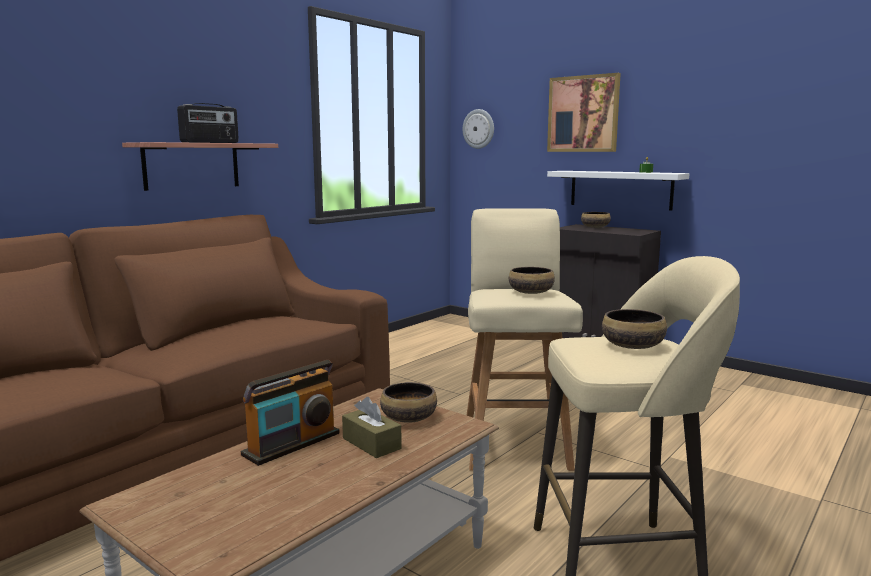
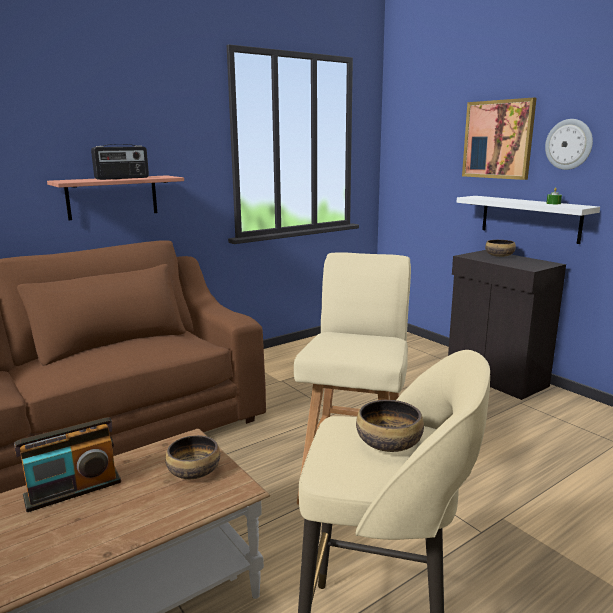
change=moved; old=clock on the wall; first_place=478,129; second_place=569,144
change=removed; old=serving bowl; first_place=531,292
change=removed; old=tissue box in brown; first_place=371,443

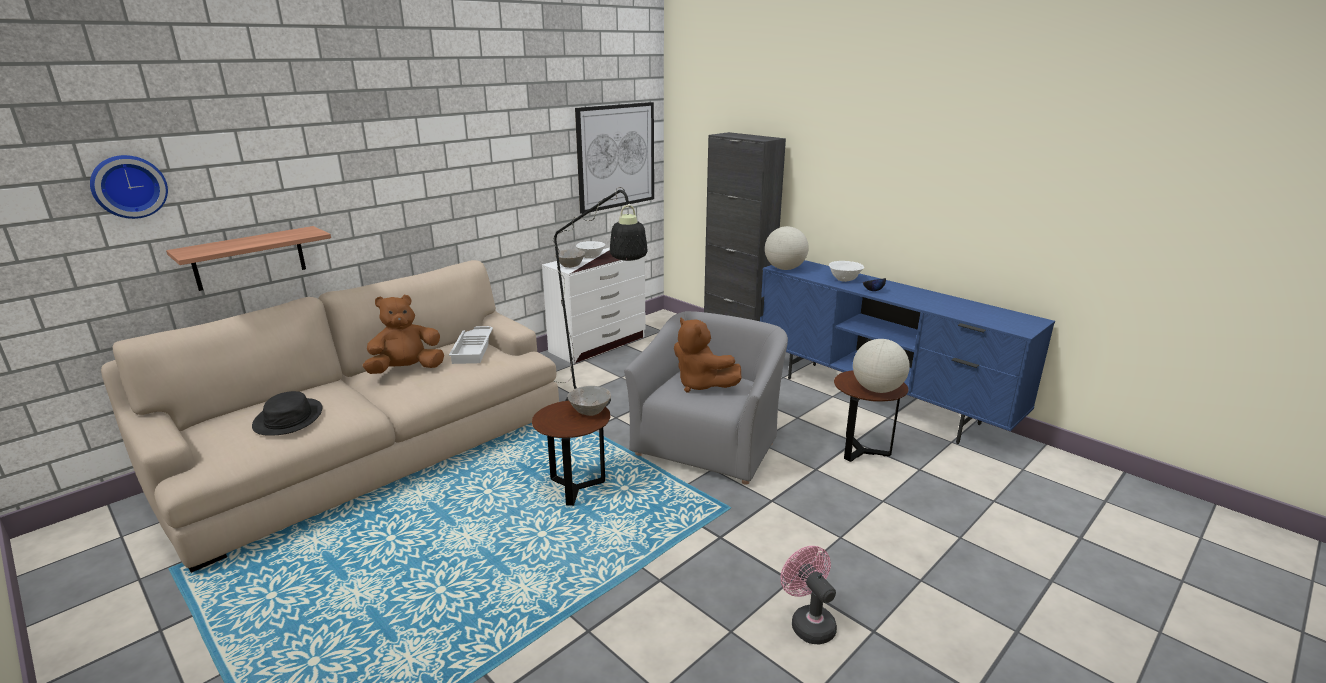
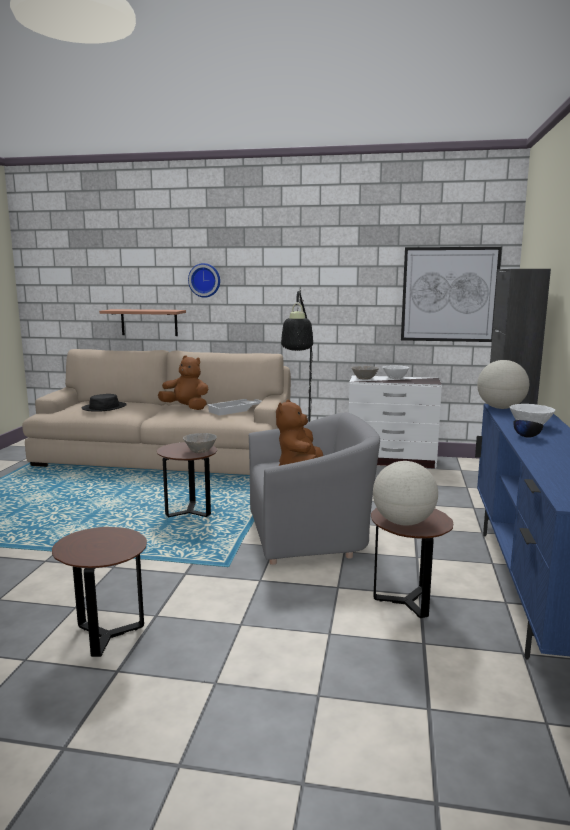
change=moved; old=clock on the wall; first_place=128,186; second_place=205,280
change=replaced; old=cooling fan in pink; new=side table in brown; first_place=808,622; second_place=107,636

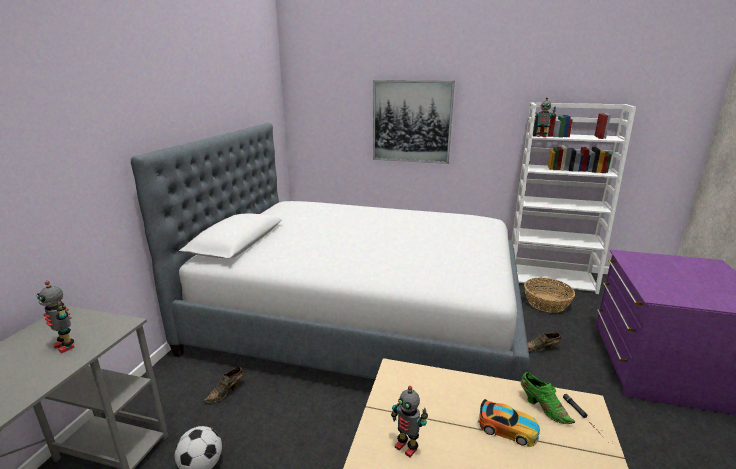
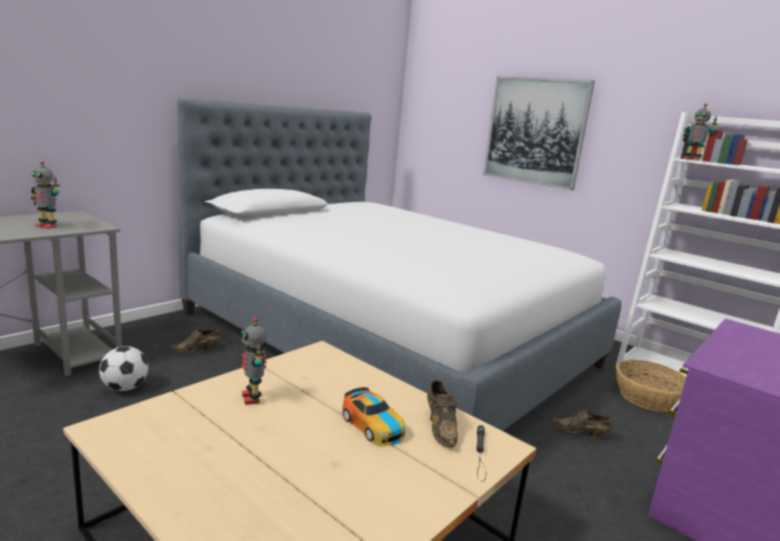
change=turned; old=model robot; first_place=66,346; second_place=47,226; degrees=-45
change=recoloured; old=shoe in green-coloured; new=shoe in brown; first_place=542,407; second_place=440,427

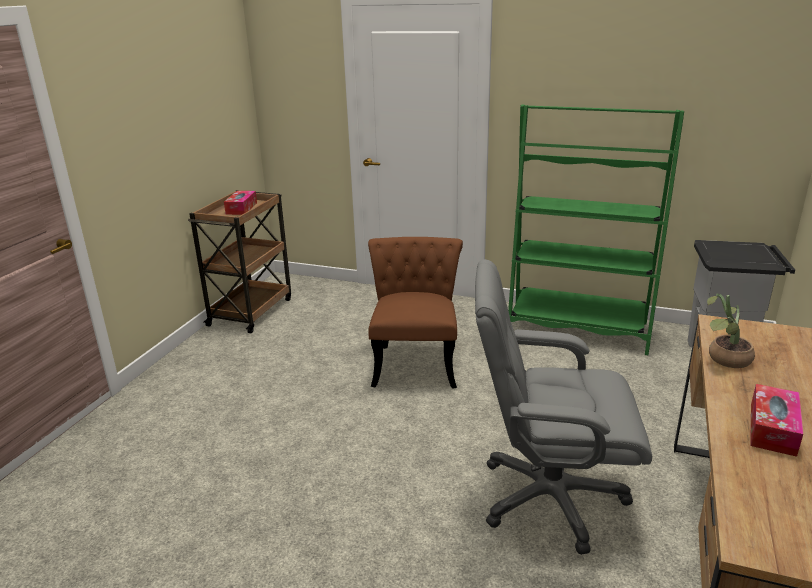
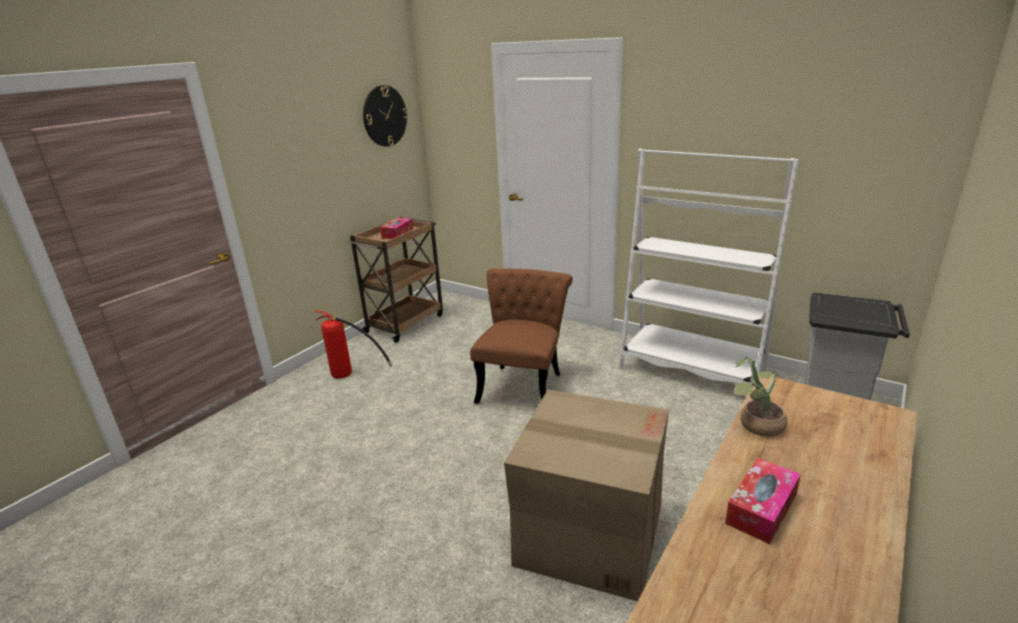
change=recoloured; old=bookshelf in green-coloured; new=bookshelf in white-coloured; first_place=577,329; second_place=691,370
change=replaced; old=desk chair in gray; new=packing box; first_place=549,497; second_place=588,534
change=added; new=clock on the wall; second_place=384,116
change=added; new=extinguisher; second_place=352,376

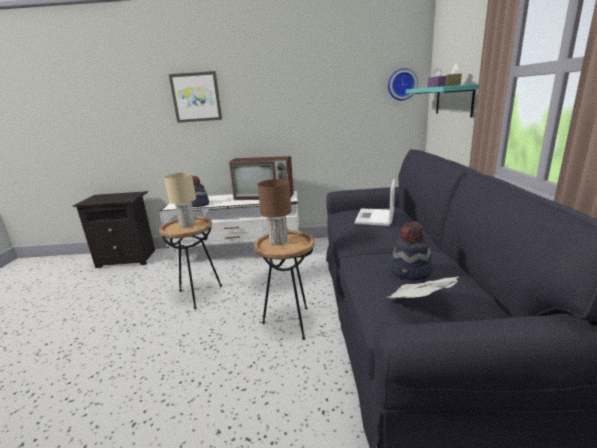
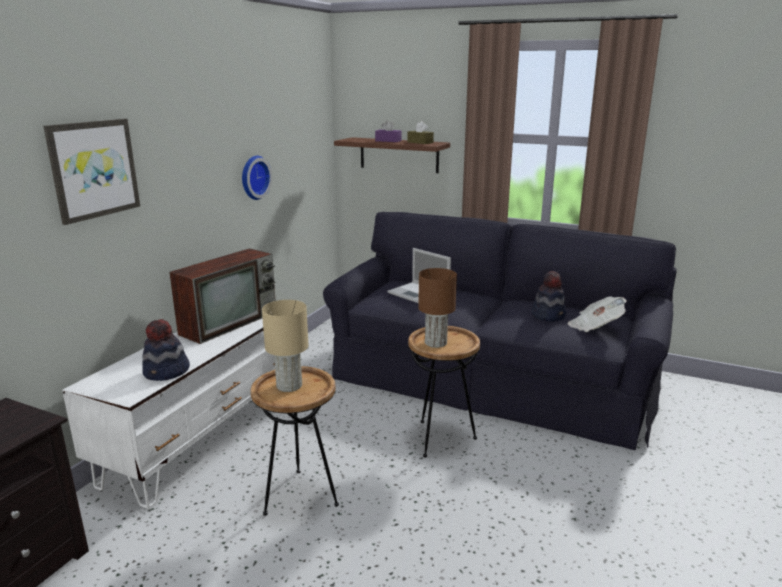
change=moved; old=clock on the wall; first_place=401,84; second_place=253,177
change=recoloured; old=wall shelf in turquoise; new=wall shelf in brown; first_place=454,100; second_place=399,155

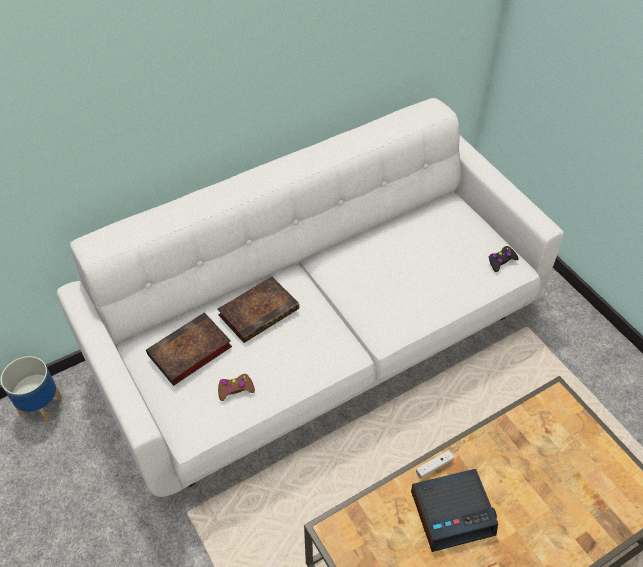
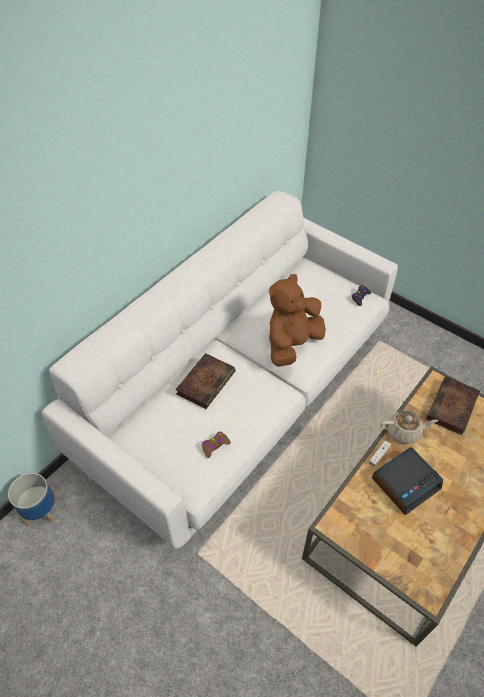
change=moved; old=volume; first_place=188,352; second_place=452,408
change=added; new=soft toy in brown; second_place=292,344
change=added; new=tea pot in beige; second_place=404,432

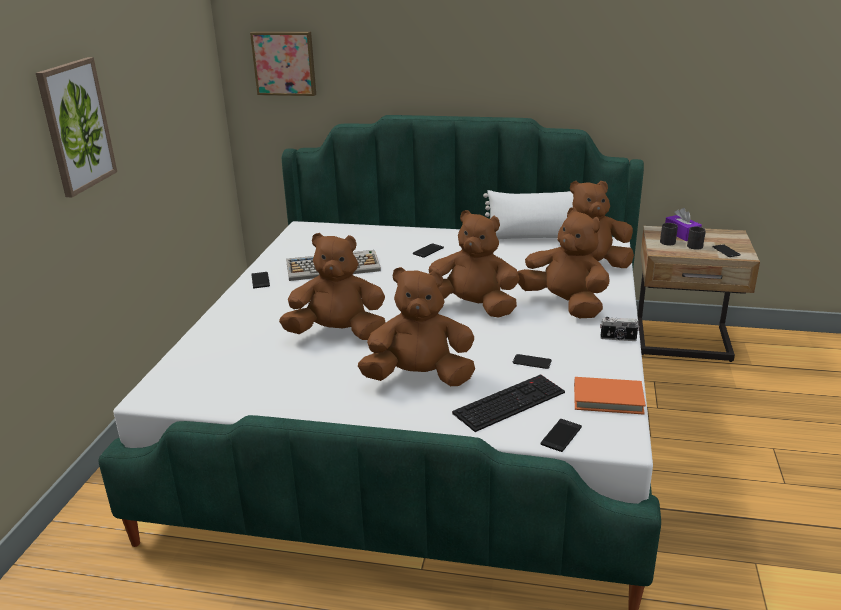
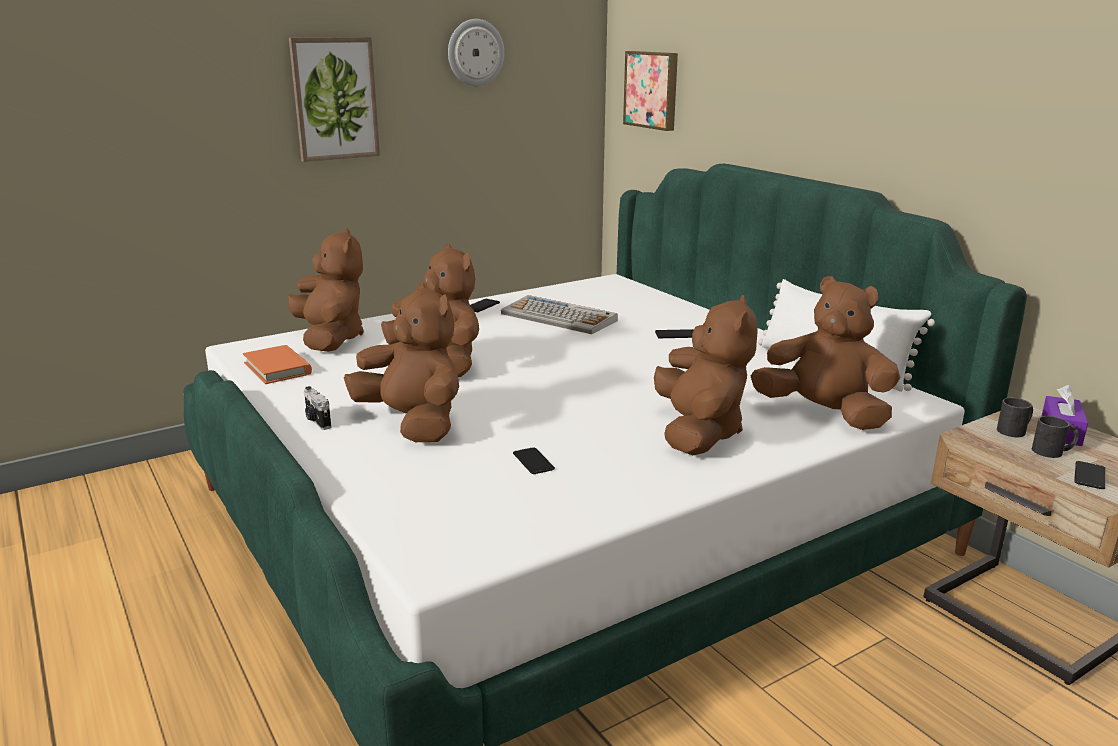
change=moved; old=soft toy in brown; first_place=472,307; second_place=330,339
change=moved; old=photo camera; first_place=618,339; second_place=317,421
change=removed; old=computer keyboard; first_place=509,402
change=moved; old=volume in orange; first_place=608,399; second_place=277,368
change=removed; old=handset; first_place=561,435
change=added; new=clock on the wall; second_place=475,52

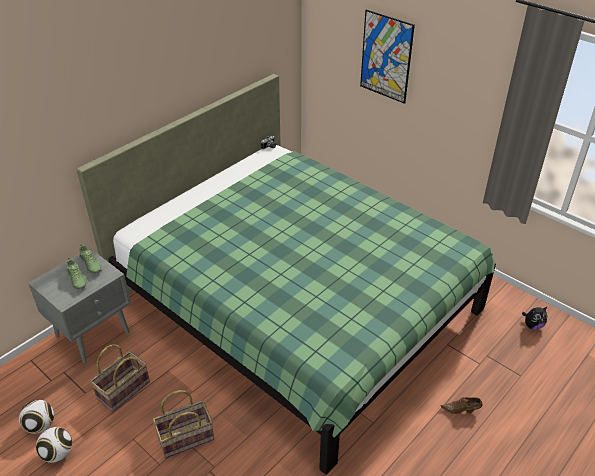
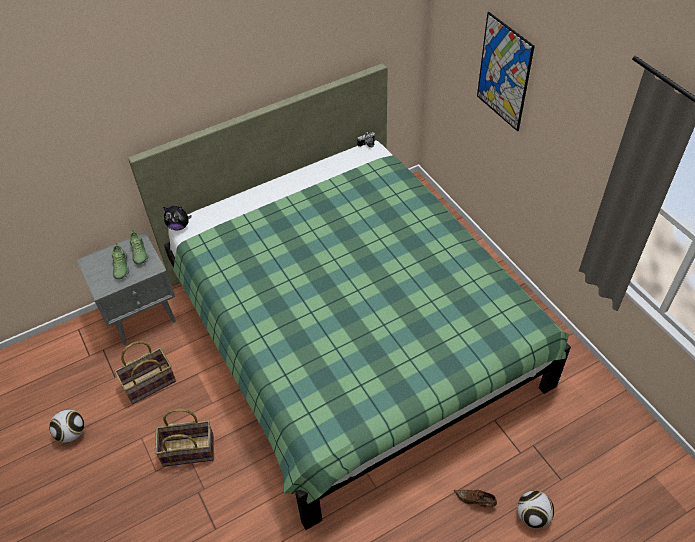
change=moved; old=soft toy; first_place=532,325; second_place=179,226
change=moved; old=ball for football; first_place=40,426; second_place=532,516

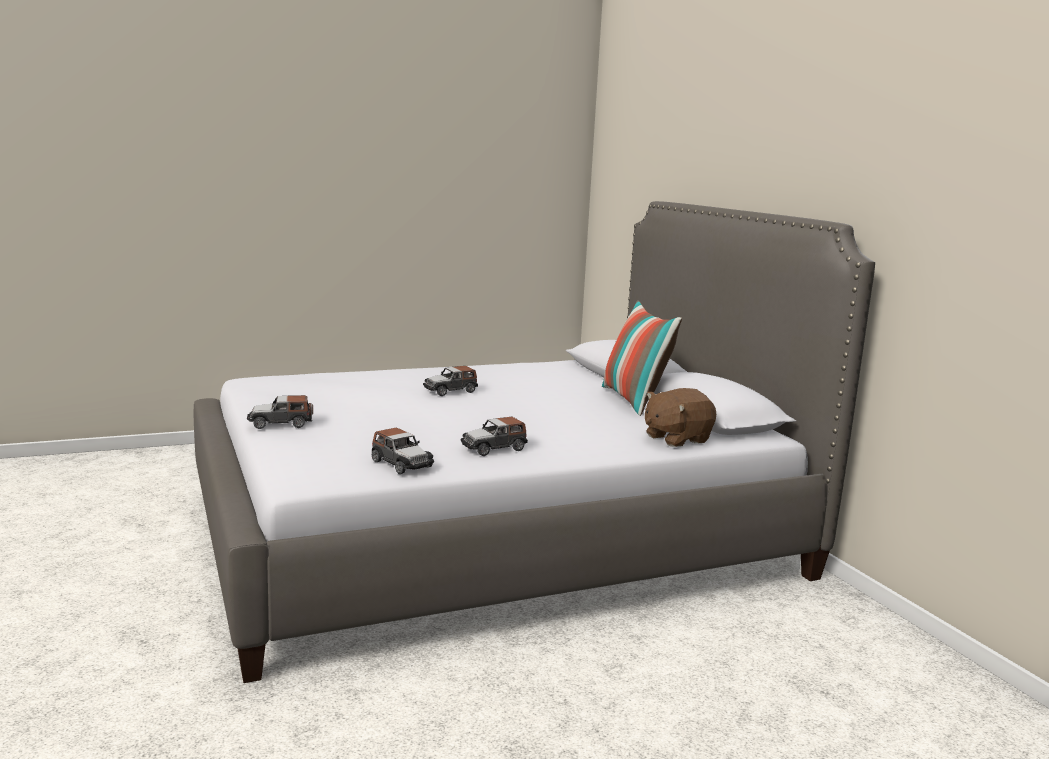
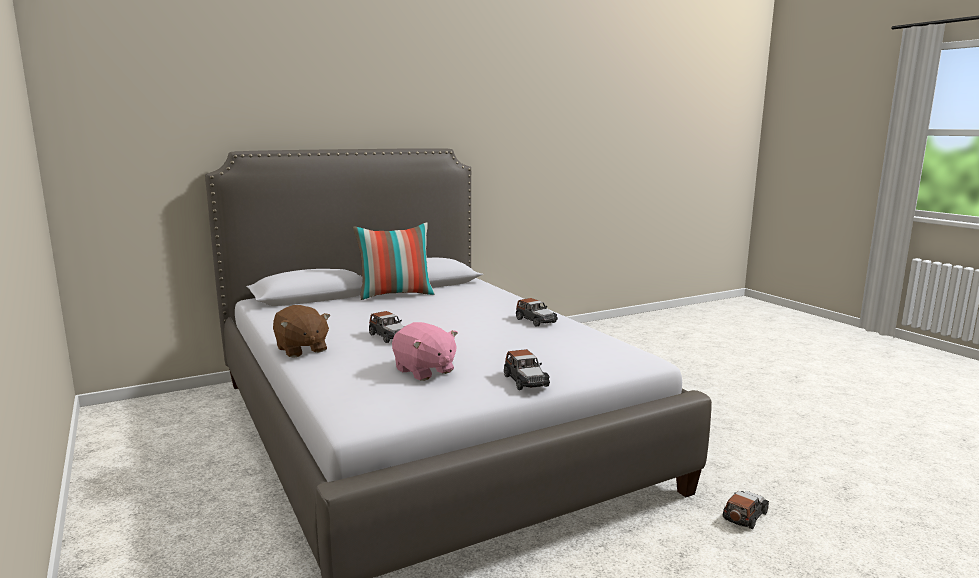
change=moved; old=soft toy in brown; first_place=676,439; second_place=301,349
change=moved; old=miniature car; first_place=401,464; second_place=744,515
change=added; new=soft toy in pink; second_place=424,371

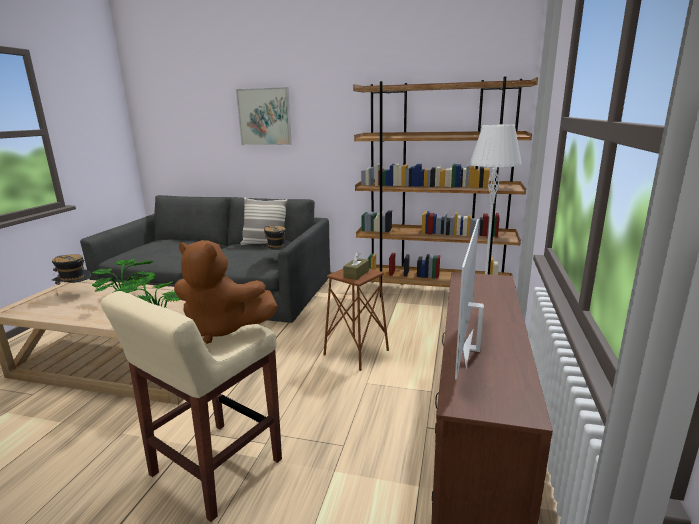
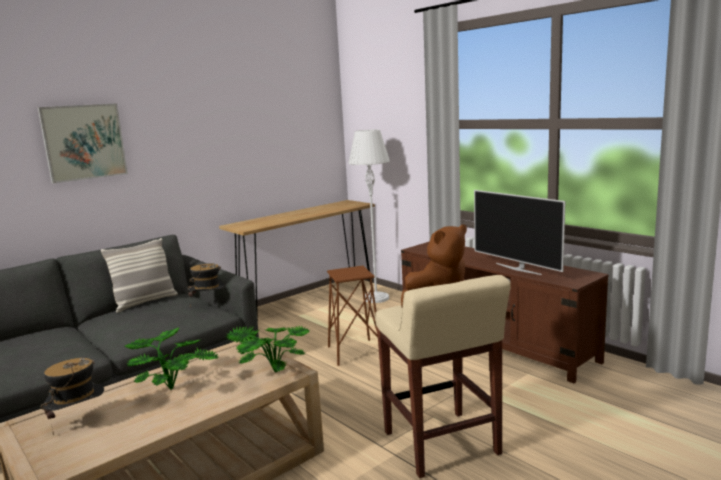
change=replaced; old=bookshelf in brown; new=hall table in brown; first_place=433,293; second_place=308,299
change=removed; old=tissue box in brown; first_place=356,274

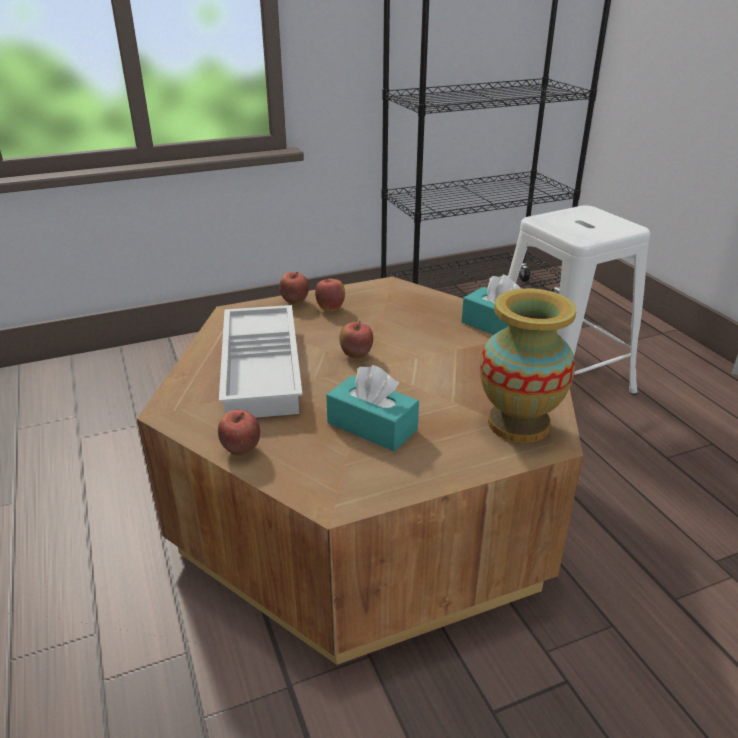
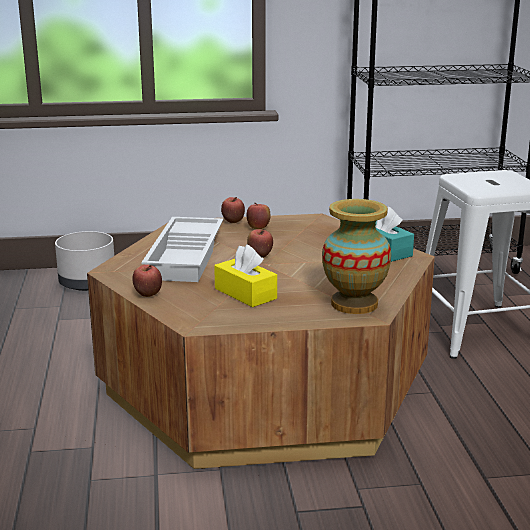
change=recoloured; old=tissue box in turquoise; new=tissue box in yellowish; first_place=372,426; second_place=245,293
change=added; new=flower pot in gray; second_place=86,283

